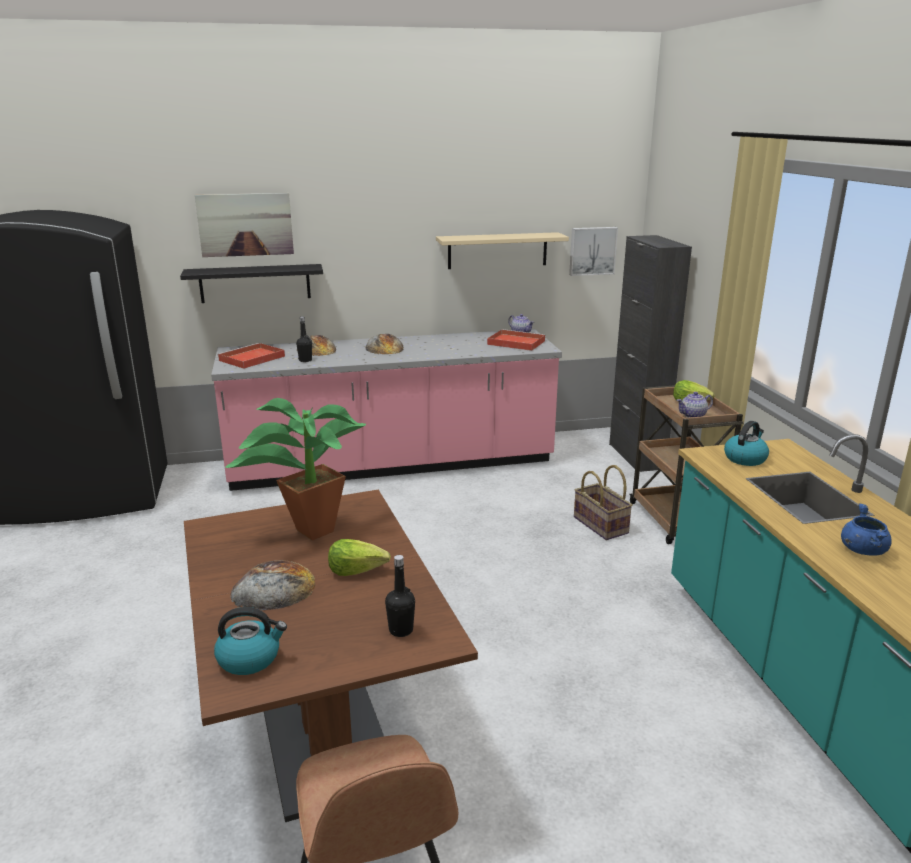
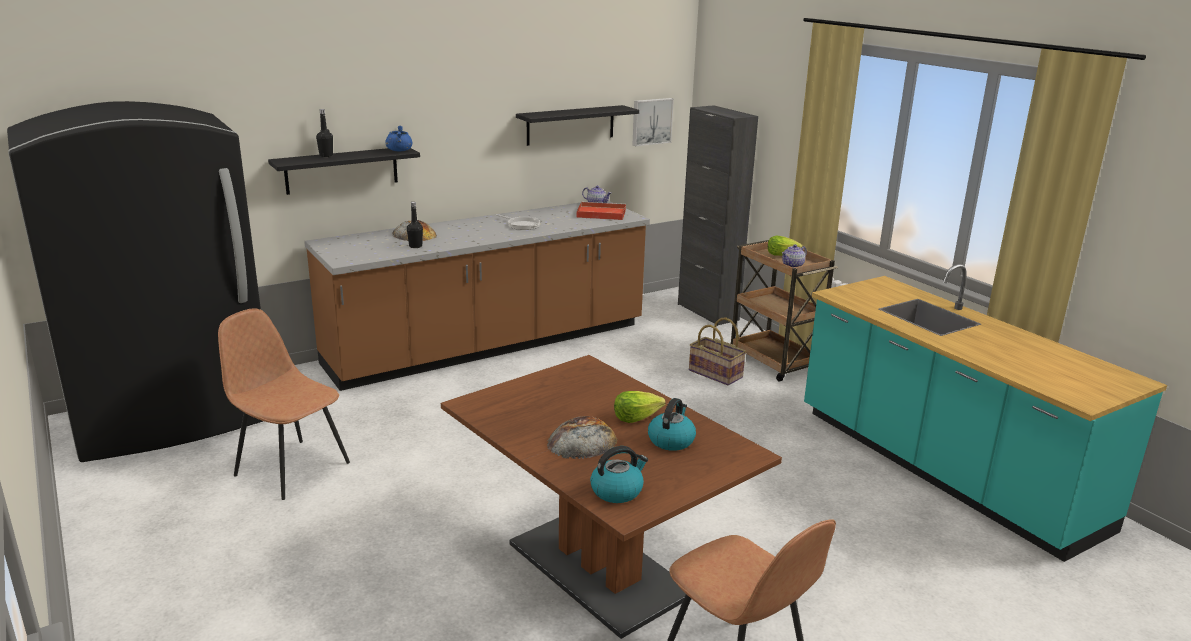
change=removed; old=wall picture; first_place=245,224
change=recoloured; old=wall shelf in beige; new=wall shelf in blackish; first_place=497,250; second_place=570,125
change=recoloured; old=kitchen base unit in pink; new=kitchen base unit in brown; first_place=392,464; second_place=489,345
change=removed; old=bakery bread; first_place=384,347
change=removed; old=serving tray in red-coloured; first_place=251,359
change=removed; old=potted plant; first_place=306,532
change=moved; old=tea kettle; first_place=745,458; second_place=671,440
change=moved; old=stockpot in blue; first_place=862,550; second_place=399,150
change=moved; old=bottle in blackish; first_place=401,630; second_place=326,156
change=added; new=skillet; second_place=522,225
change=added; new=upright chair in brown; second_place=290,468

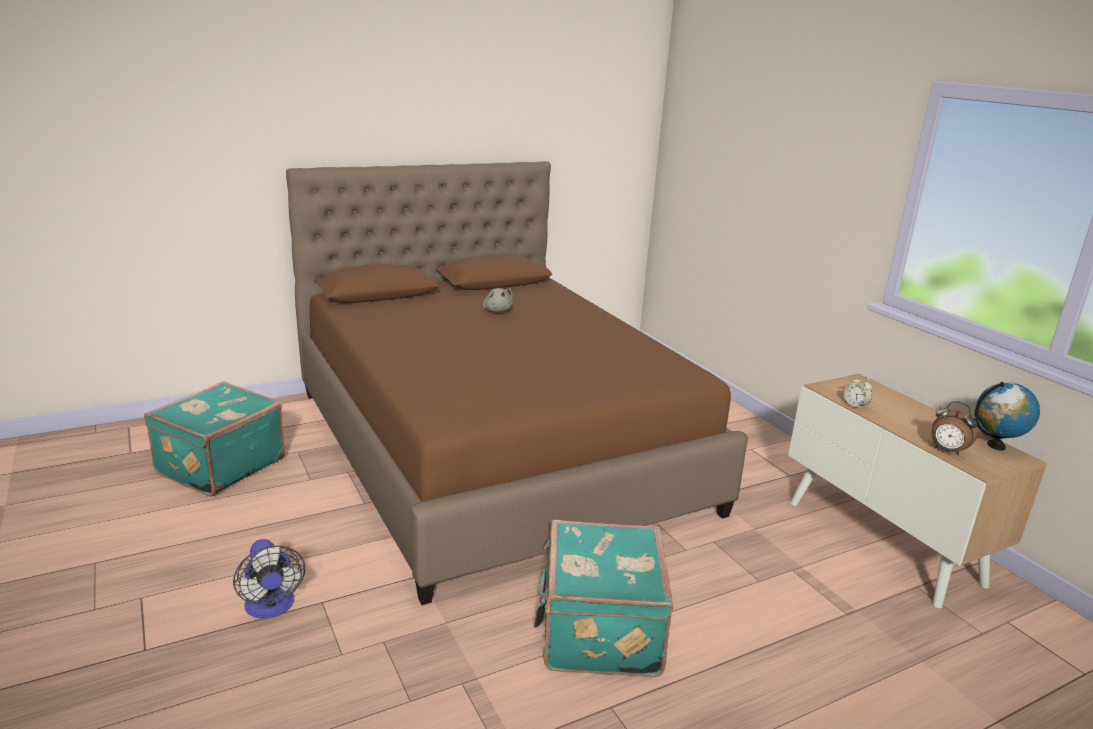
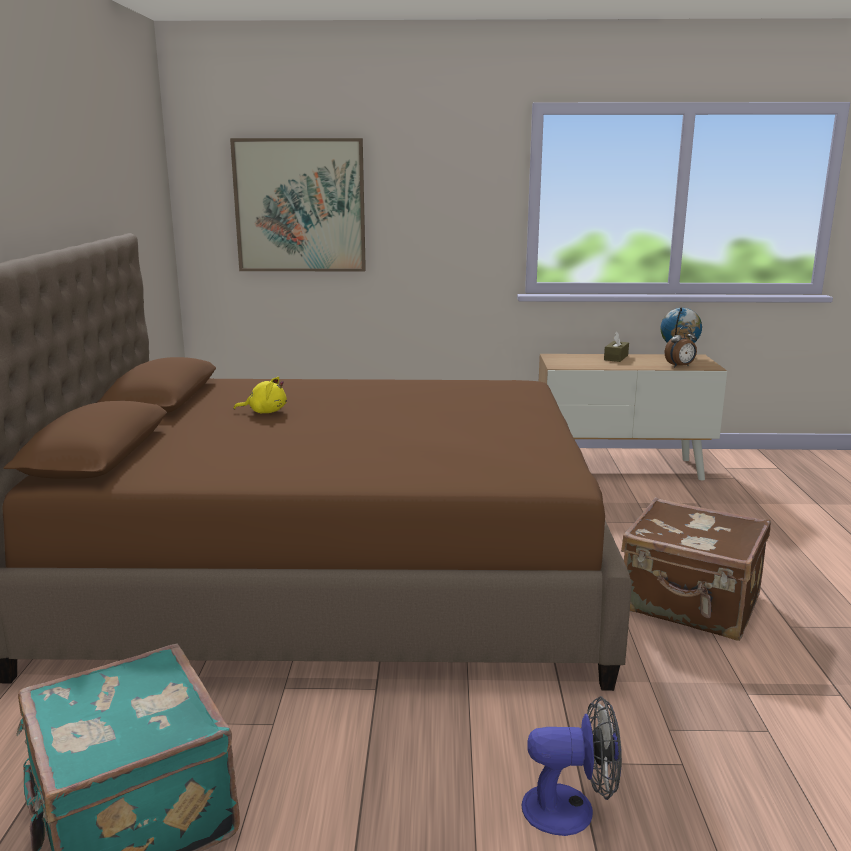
change=recoloured; old=soft toy in gray; new=soft toy in yellowish; first_place=497,311; second_place=265,412
change=removed; old=bedside clock; first_place=855,405
change=recoloured; old=piece of luggage in turquoise; new=piece of luggage in brown; first_place=598,631; second_place=690,605
change=added; new=wall picture; second_place=300,206
change=added; new=tissue box in brown; second_place=616,357

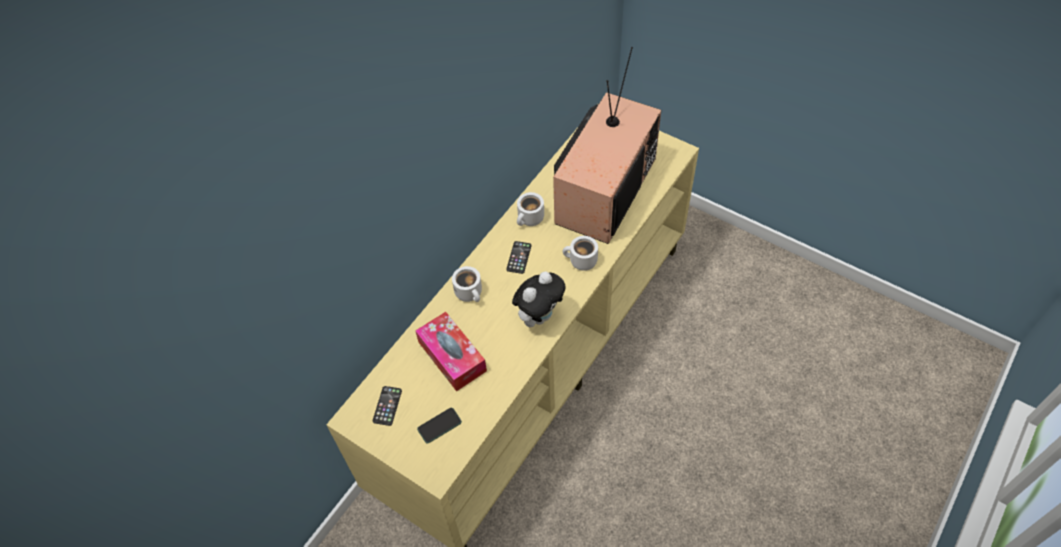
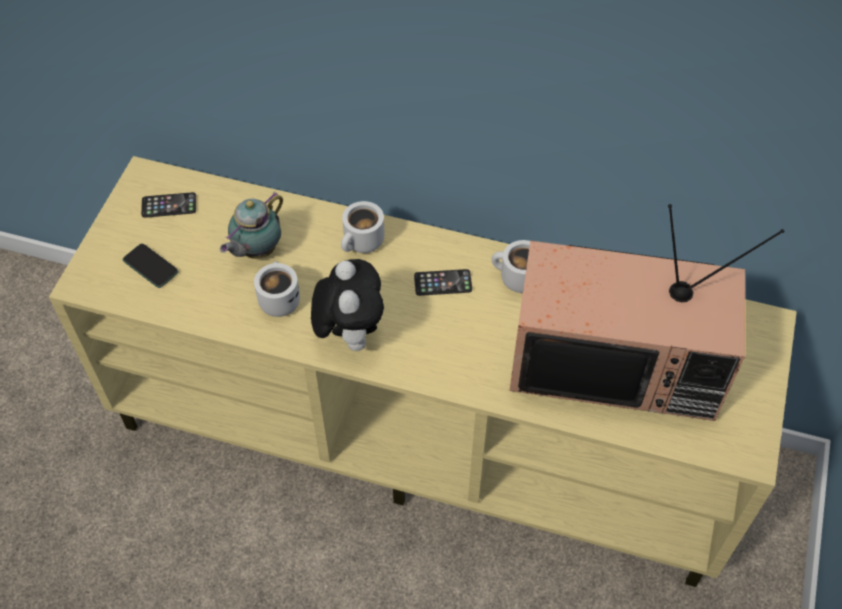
change=moved; old=mug in white-coloured; first_place=580,262; second_place=277,299
change=turned; old=soft toy; first_place=539,315; second_place=349,333; degrees=-120
change=replaced; old=tissue box; new=tea pot; first_place=452,356; second_place=256,251

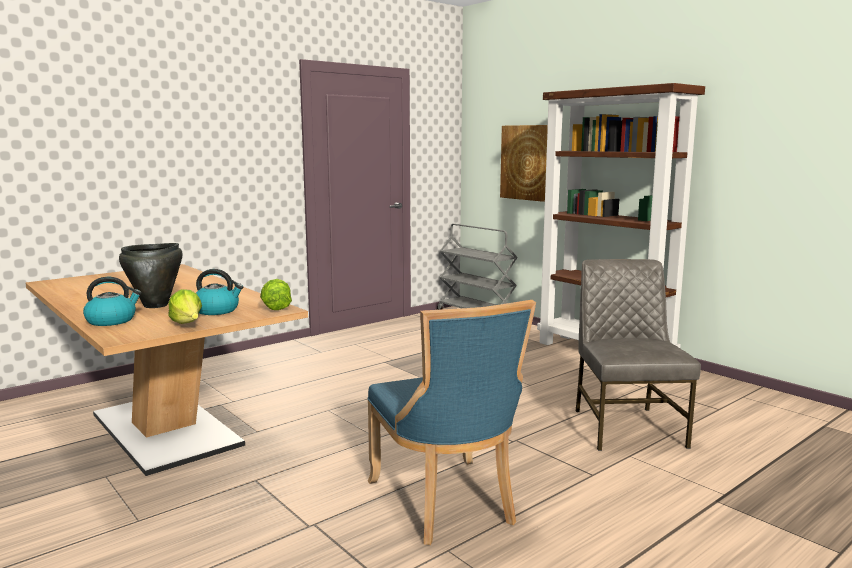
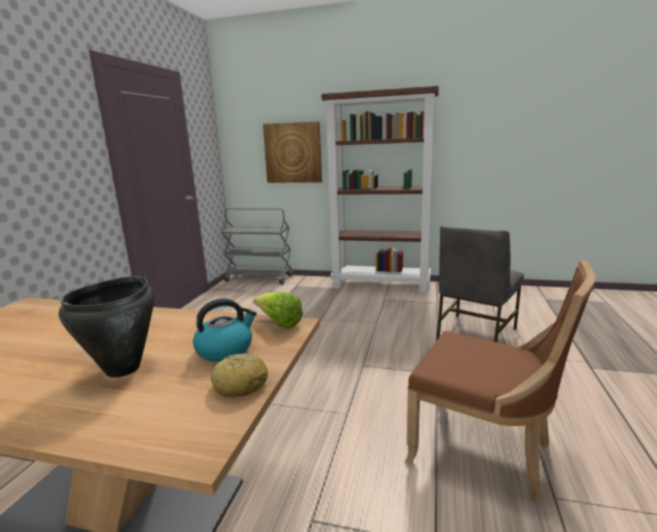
change=turned; old=upright chair in gray; first_place=626,427; second_place=474,334; degrees=-105
change=removed; old=tea kettle; first_place=112,321
change=replaced; old=lettuce head; new=bakery bread; first_place=188,325; second_place=241,385
change=recoloured; old=upright chair in blue; new=upright chair in brown; first_place=446,503; second_place=485,452

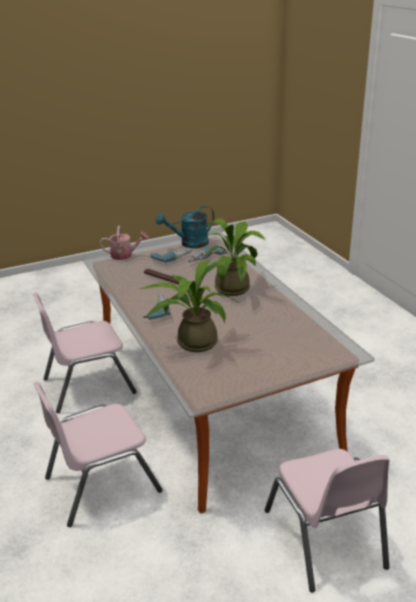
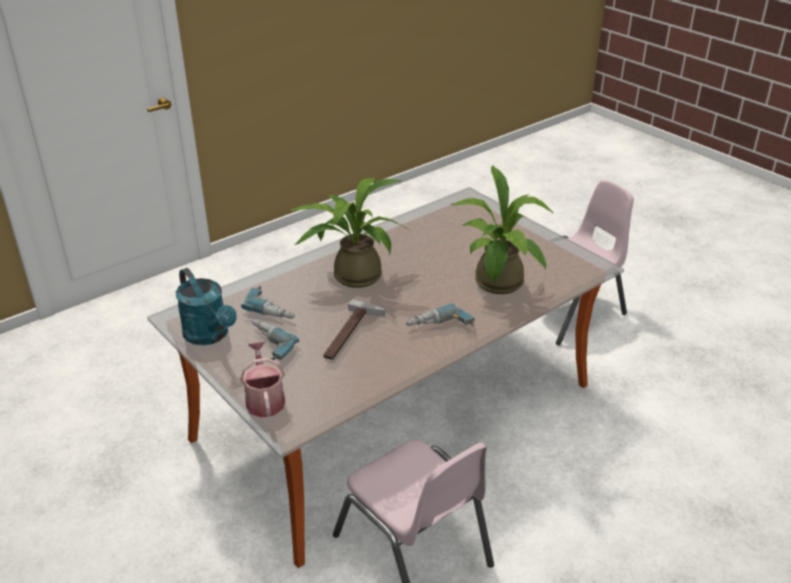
change=removed; old=upright chair in pink; first_place=101,484

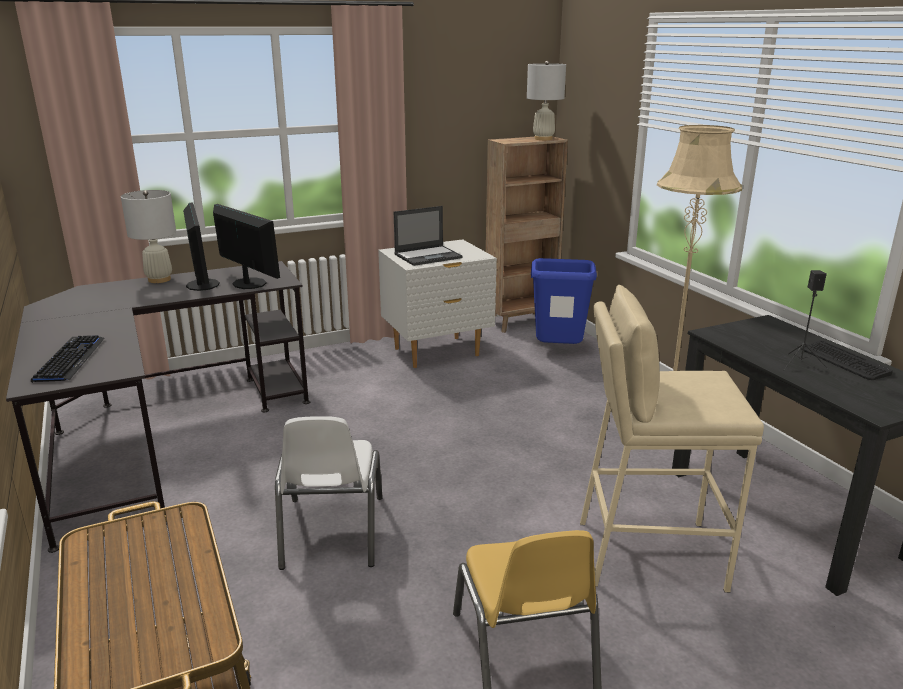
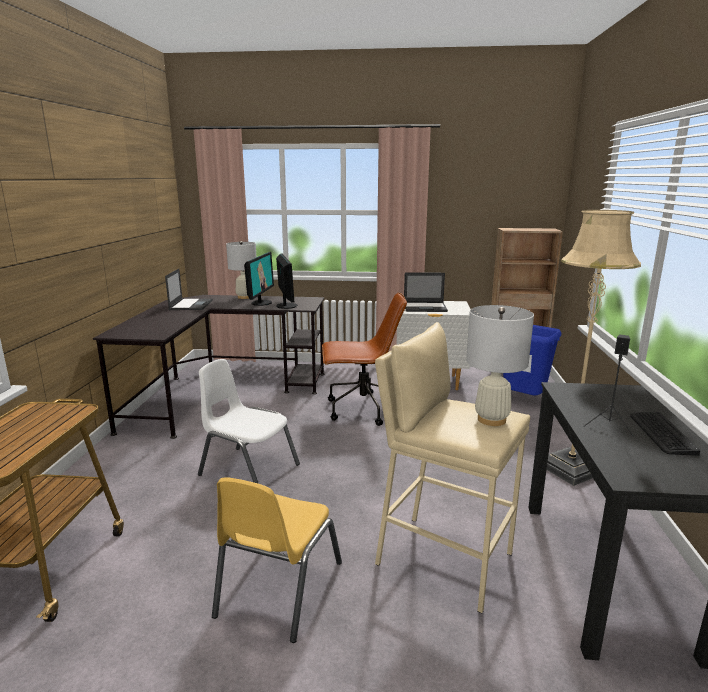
change=moved; old=lamp for a table in white-coloured; first_place=543,139; second_place=491,419
change=removed; old=computer keyboard; first_place=70,360
change=turned; old=upright chair in white-coloured; first_place=331,532; second_place=248,470; degrees=90
change=added; new=notebook computer; second_place=191,305
change=added; new=desk chair in brown; second_place=362,409

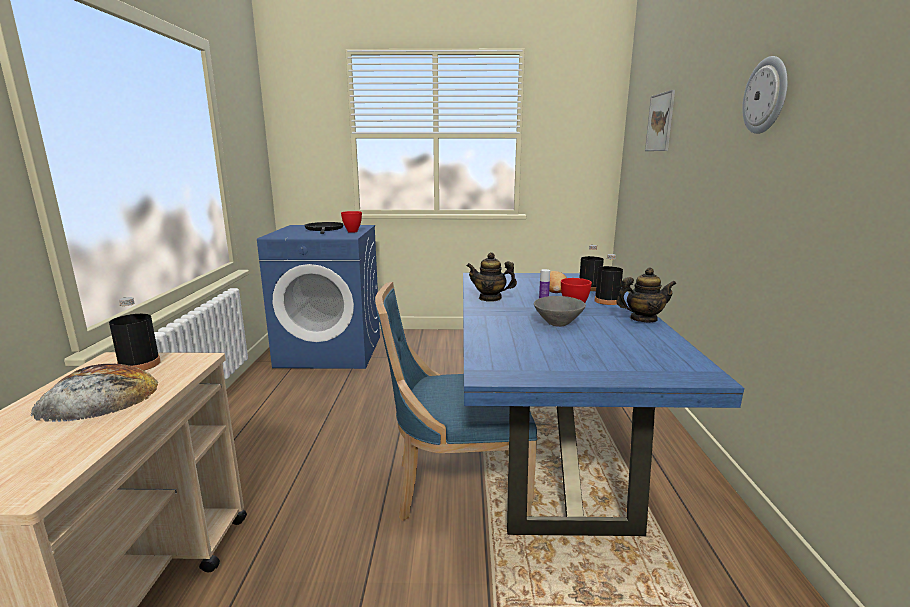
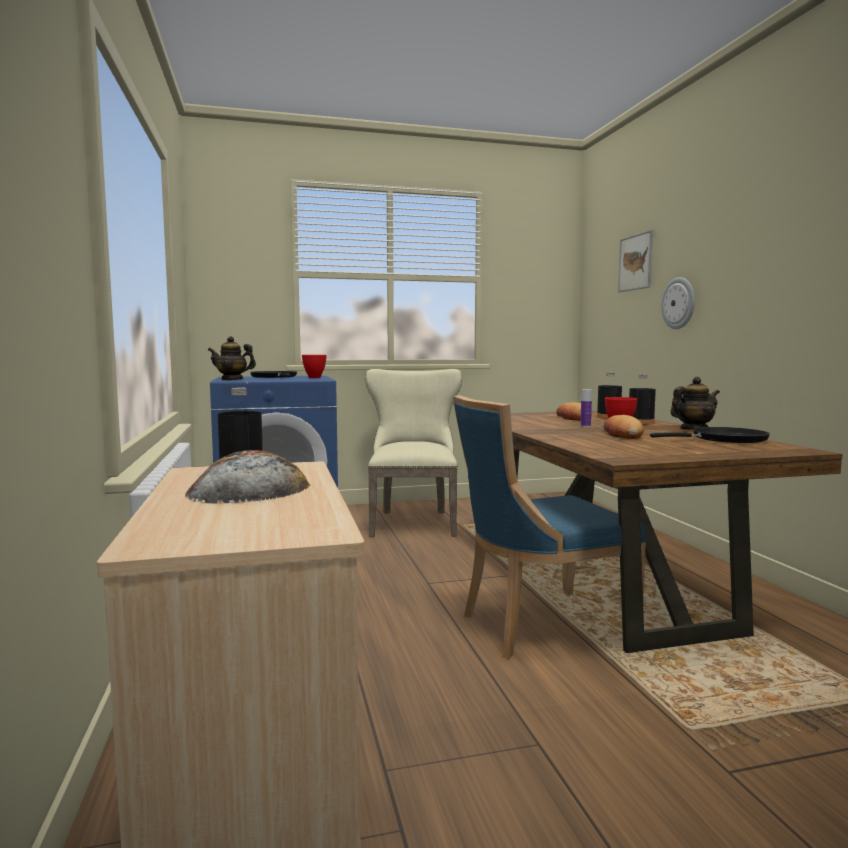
change=moved; old=clock on the wall; first_place=766,96; second_place=679,303
change=moved; old=tea pot; first_place=490,298; second_place=232,379
change=recoloured; old=dinner table in blue; new=dinner table in brown; first_place=550,446; second_place=603,583
change=replaced; old=serving bowl in gray; new=bakery bread; first_place=557,323; second_place=622,434
change=added; new=upright chair in beige; second_place=413,521
change=added; new=skillet in blackish; second_place=724,439

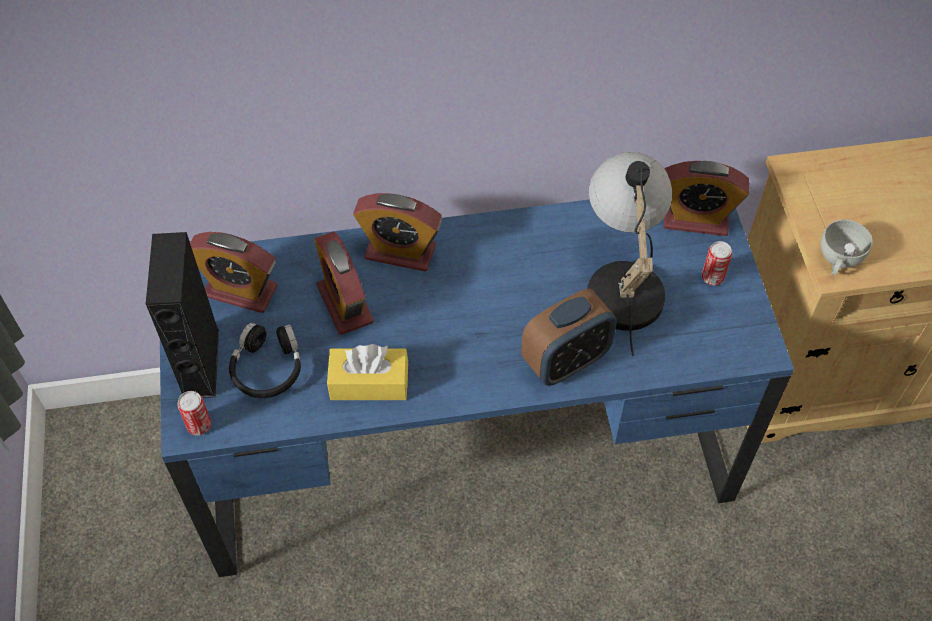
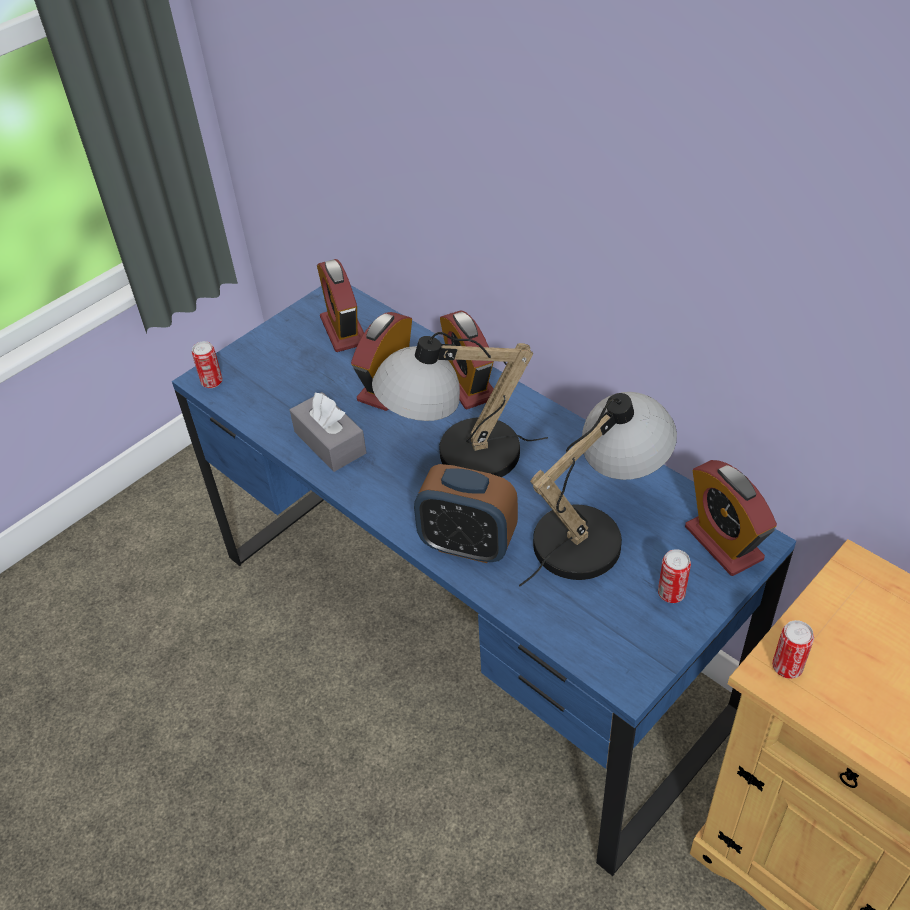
change=replaced; old=cup in white-coloured; new=can; first_place=838,260; second_place=787,667
change=removed; old=loudspeaker in blackish; first_place=201,363
change=removed; old=headset in blackish; first_place=267,368
change=recoloured; old=tissue box in yellowish; new=tissue box in gray; first_place=369,383; second_place=330,442
change=added; new=lamp for a table; second_place=457,458

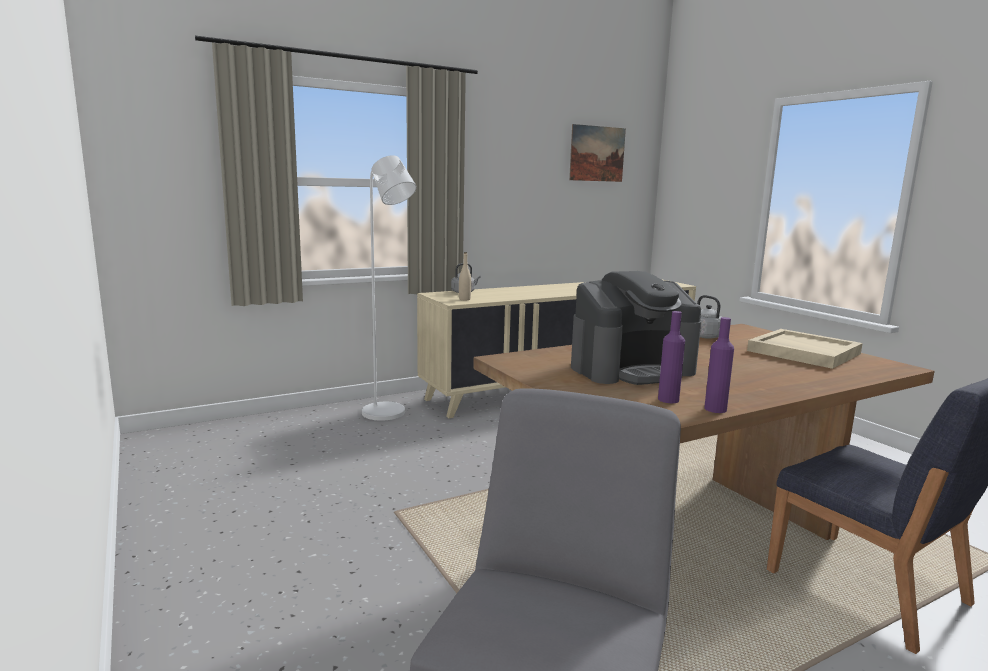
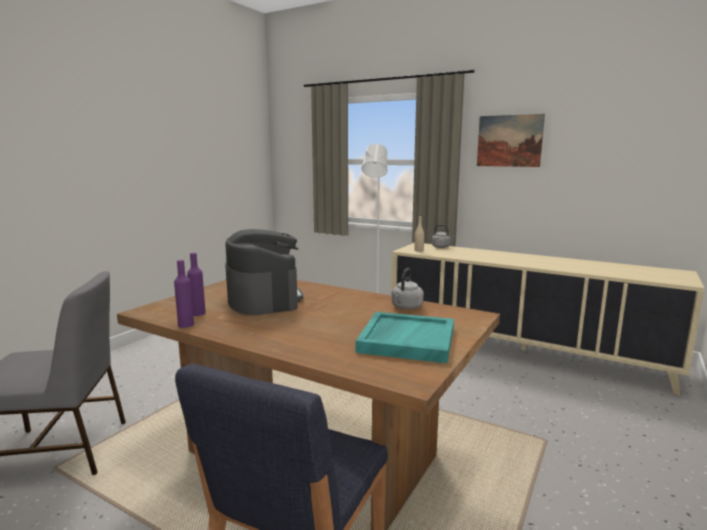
change=moved; old=wall picture; first_place=597,153; second_place=509,141
change=turned; old=coffee maker; first_place=632,369; second_place=264,299; degrees=-150
change=recoloured; old=serving tray in beige; new=serving tray in turquoise; first_place=802,352; second_place=406,340

